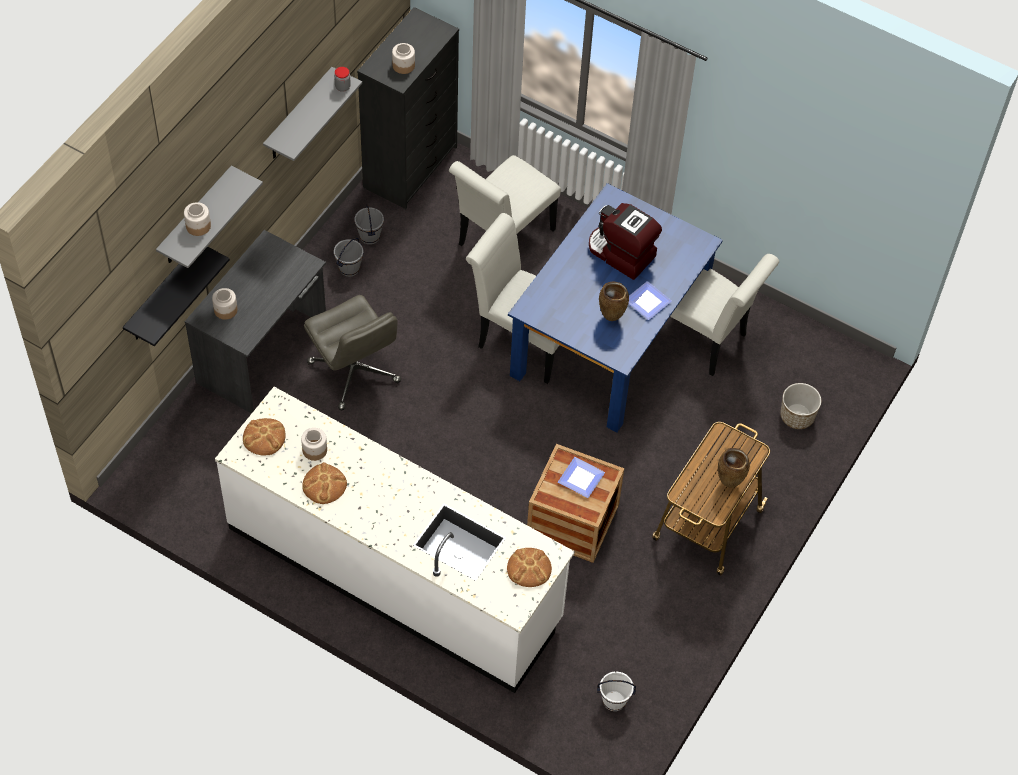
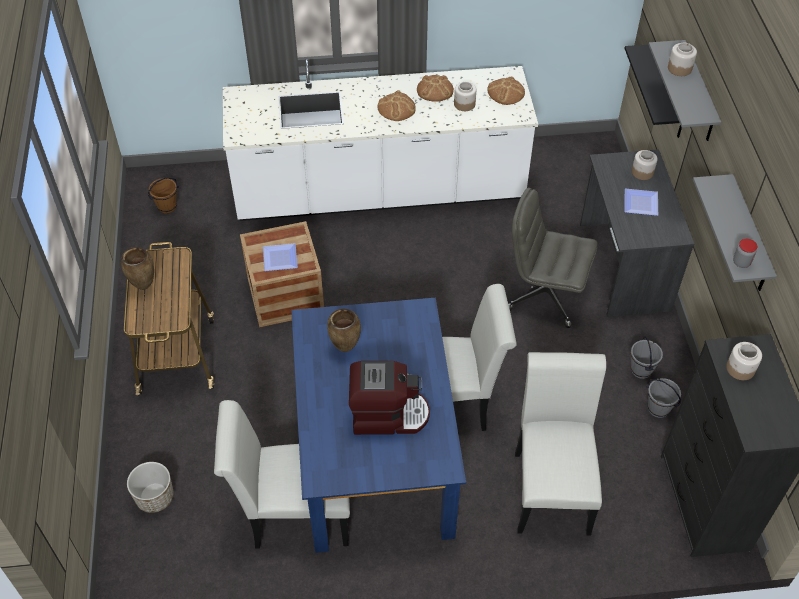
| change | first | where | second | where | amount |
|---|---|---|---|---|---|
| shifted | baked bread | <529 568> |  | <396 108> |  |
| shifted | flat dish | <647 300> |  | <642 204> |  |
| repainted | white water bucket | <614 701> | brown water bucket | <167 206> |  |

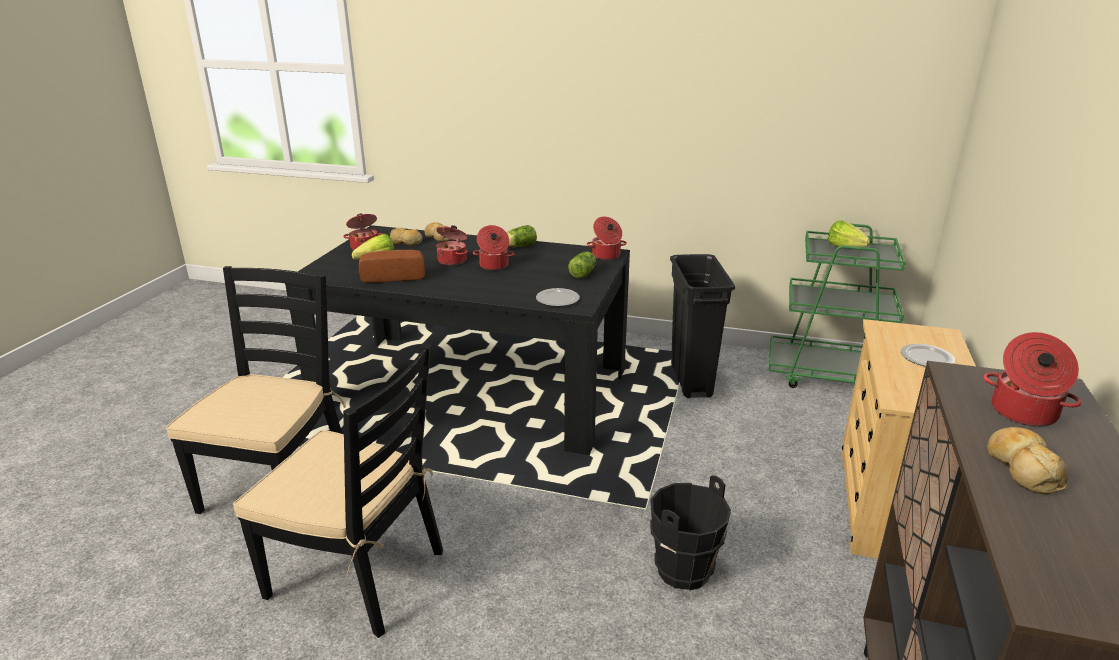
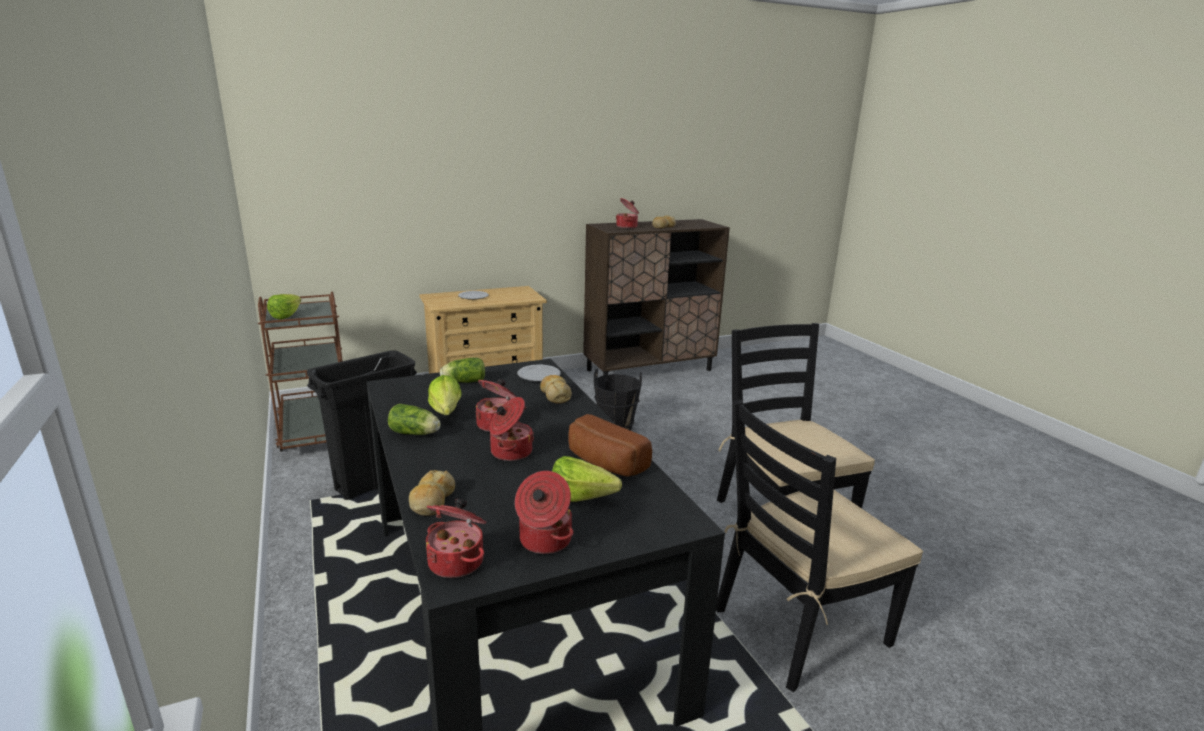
| change | first | where | second | where | amount |
|---|---|---|---|---|---|
| new |  |  | head of lettuce | <445 414> |  |
| shifted | baked bread | <406 242> |  | <555 395> |  |
| shifted | saucepot | <606 256> |  | <457 561> |  |
| repainted | greenish wheeled cart | <830 376> | brown wheeled cart | <315 430> |  |

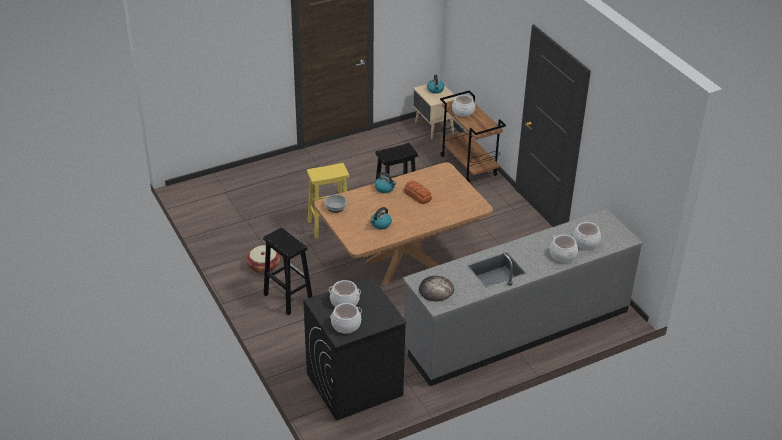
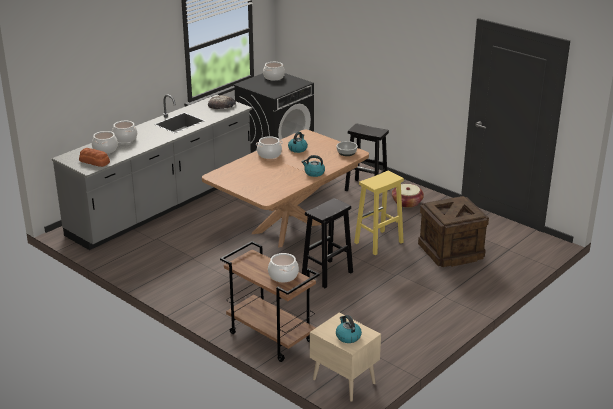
| change | first | where | second | where | amount |
|---|---|---|---|---|---|
| new |  |  | shipping crate | <451 252> |  |
| shifted | saucepot | <345 301> |  | <269 154> |  |
| shifted | baked bread | <417 195> |  | <94 161> |  |

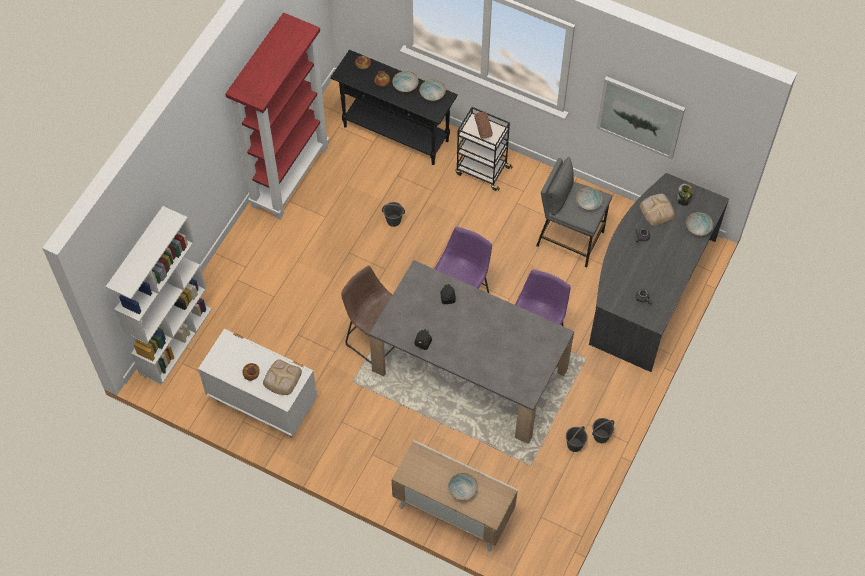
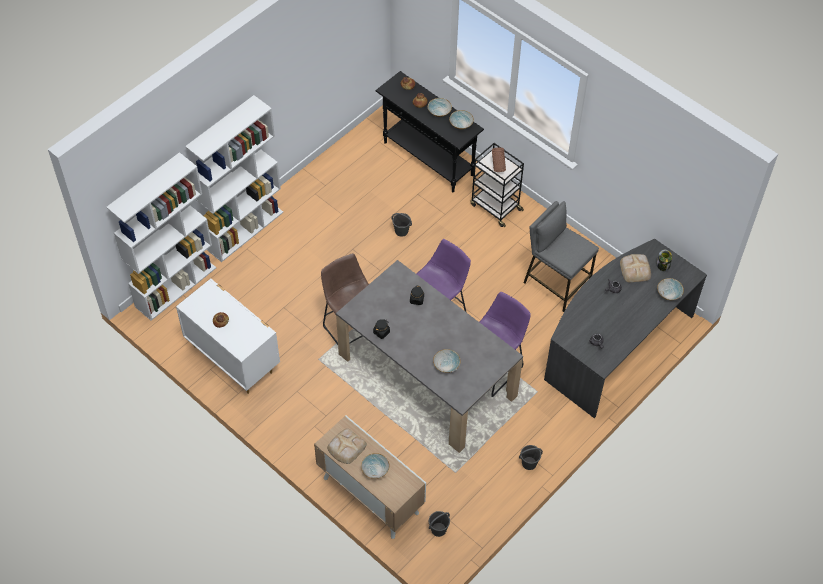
| change | first | where | second | where | amount |
|---|---|---|---|---|---|
| gone | reddish bookcase | <290 176> |  |  |  |
| gone | wall art | <640 117> |  |  |  |
| new |  |  | white bookcase | <244 230> |  |
| shifted | baked bread | <281 379> |  | <346 447> |  |
| shifted | gray water bucket | <574 445> |  | <438 529> |  |
| shifted | deep dish | <588 203> |  | <446 365> |  |

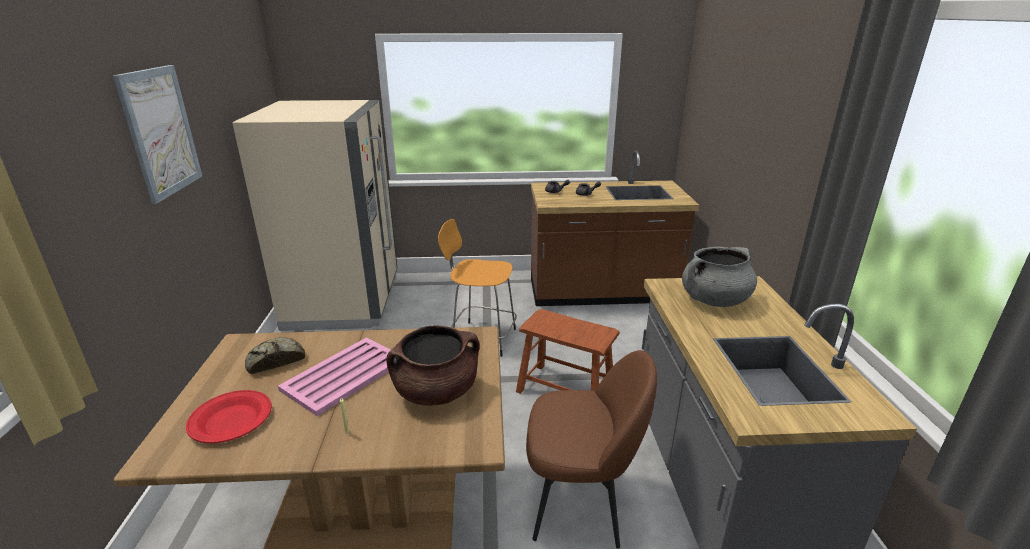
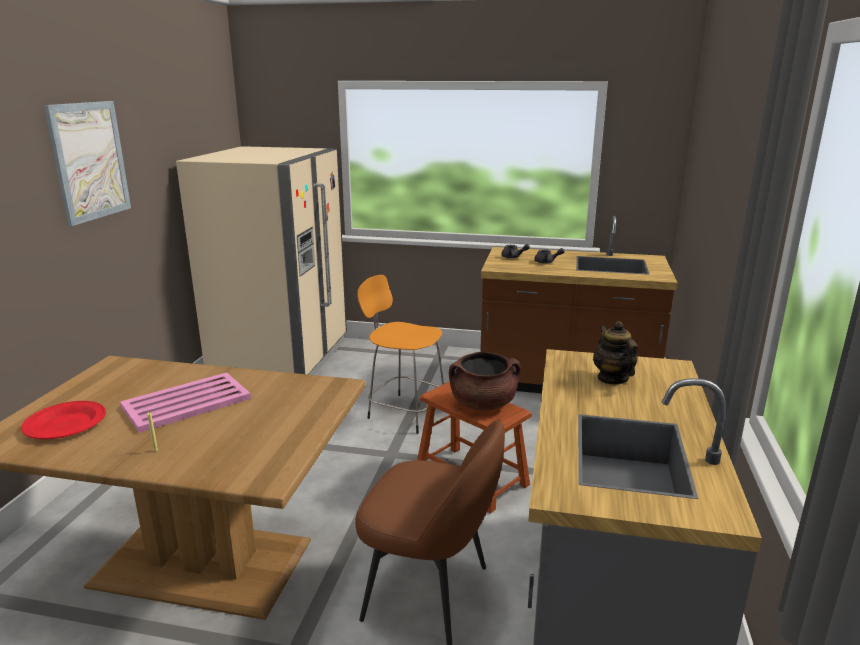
| change | first | where | second | where | amount |
|---|---|---|---|---|---|
| gone | baked bread | <275 360> |  |  |  |
| shifted | brown saucepot | <436 392> |  | <483 404> |  |
| swapped | gray saucepot | <714 300> | teapot | <612 378> |  |

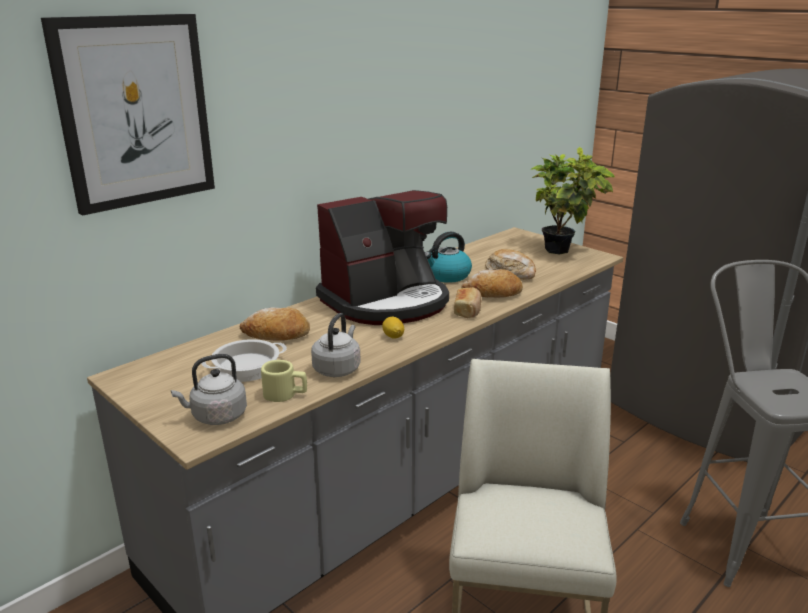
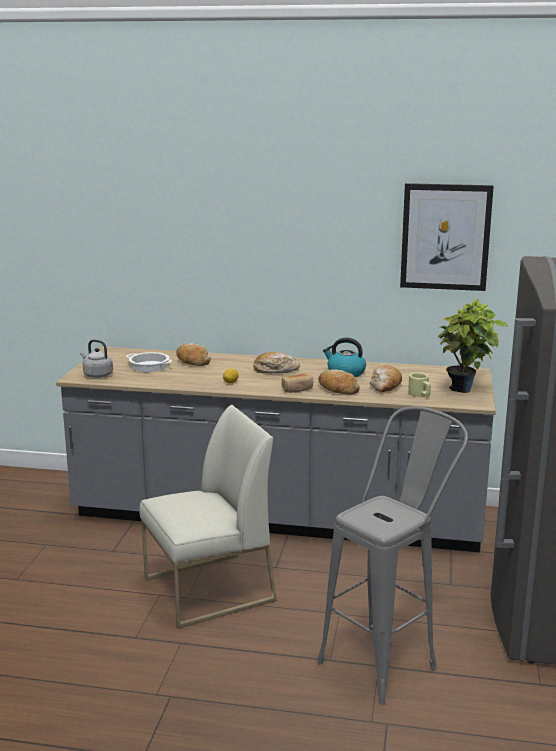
| change | first | where | second | where | amount |
|---|---|---|---|---|---|
| gone | gray tea kettle | <338 368> |  |  |  |
| shifted | wall art | <135 112> |  | <445 237> |  |
| shifted | beige-coloured mug | <285 394> |  | <420 395> |  |
| swapped | coffee brewer | <386 302> | baked bread | <275 370> |  |

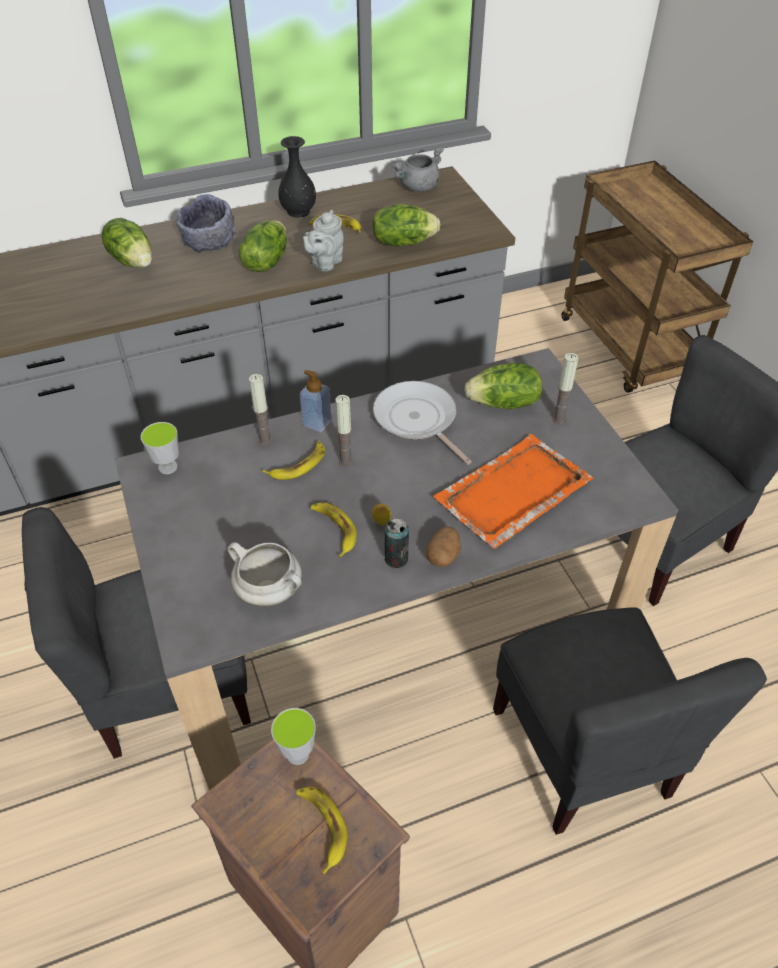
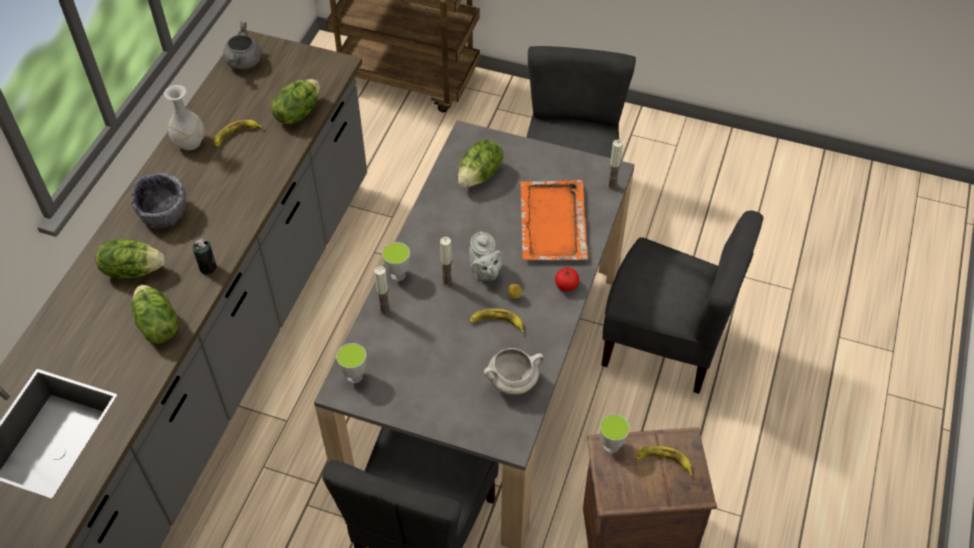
| change | first | where | second | where | amount |
|---|---|---|---|---|---|
| gone | whole banana | <298 464> |  |  |  |
| gone | skillet | <417 420> |  |  |  |
| shifted | head of lettuce | <266 262> |  | <157 325> |  |
| shifted | gray teapot | <324 263> |  | <485 272> |  |
| shifted | metal can | <396 559> |  | <208 268> |  |
| shifted | wax light | <559 419> |  | <612 186> |  |
| swapped | soap dispenser | <317 423> | drinking cup | <398 275> |  |
| swapped | spud | <443 556> | fresh tomato | <566 285> |  |
| repainted | black flower vase | <298 211> | white flower vase | <189 143> |  |

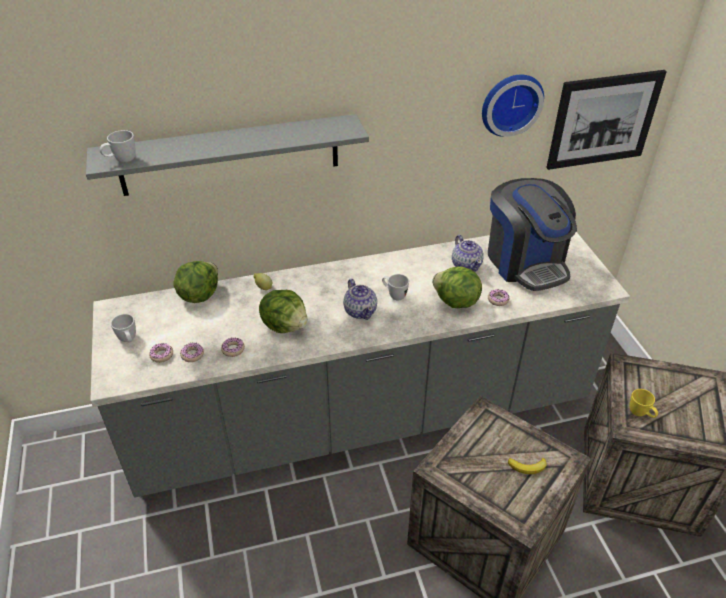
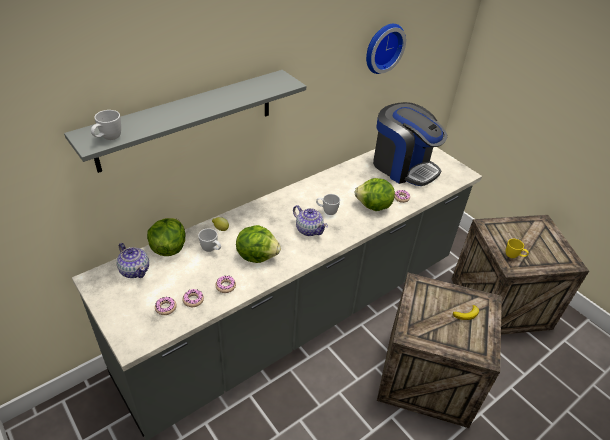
| change | first | where | second | where | amount |
|---|---|---|---|---|---|
| gone | wall art | <603 120> |  |  |  |
| shifted | white mug | <128 340> |  | <211 250> |  |
| shifted | teapot | <466 265> |  | <135 270> |  |

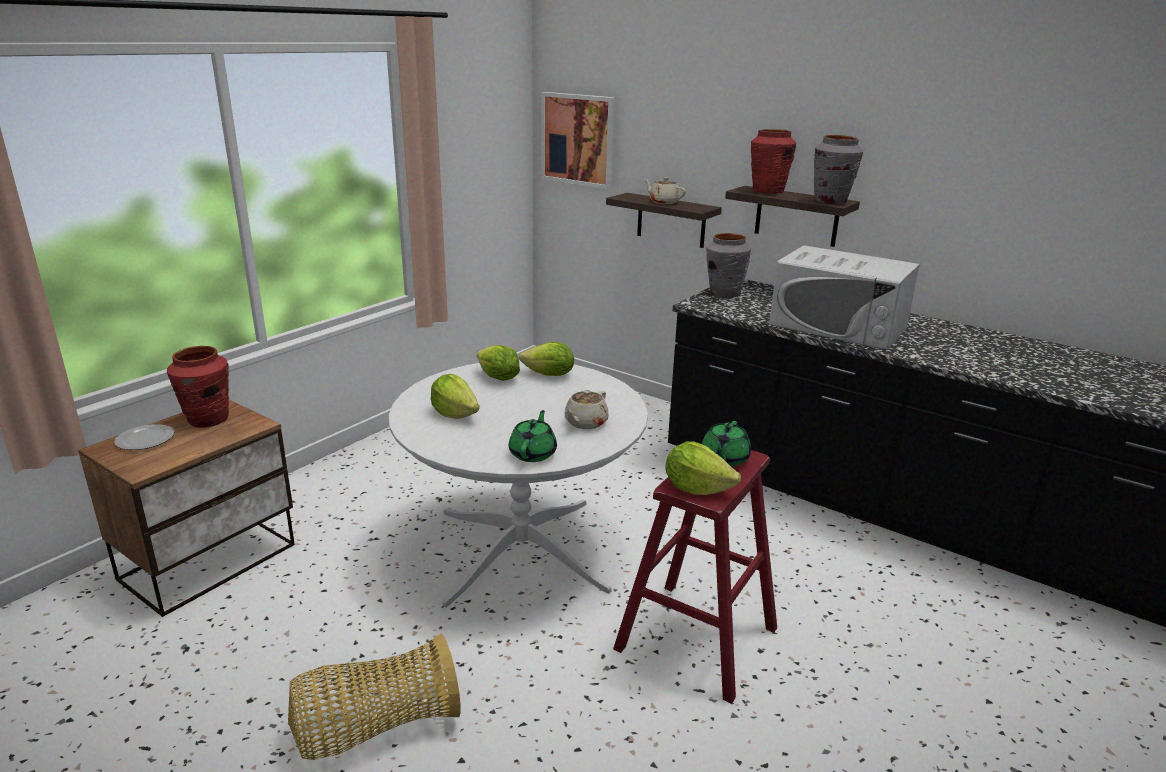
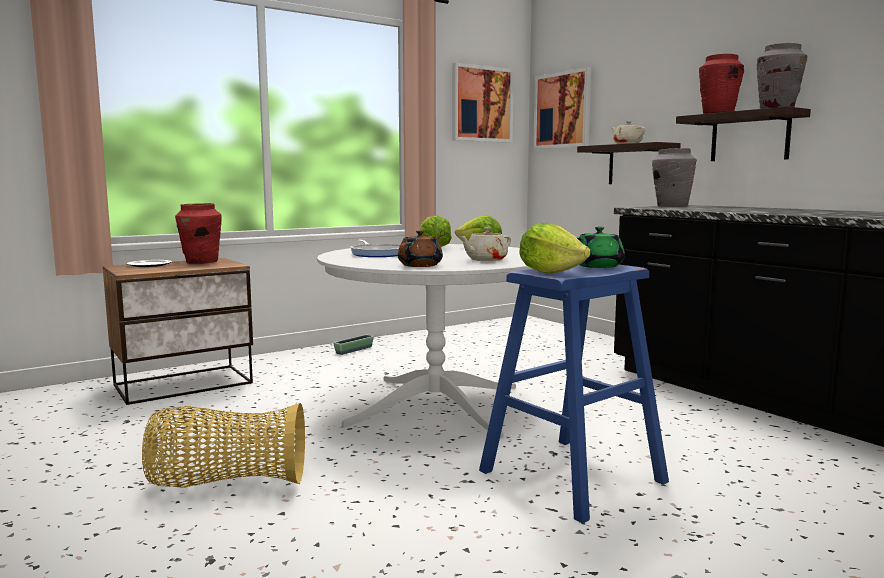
| change | first | where | second | where | amount |
|---|---|---|---|---|---|
| gone | white microwave oven | <838 326> |  |  |  |
| new |  |  | flower pot | <354 350> |  |
| new |  |  | wall art | <481 104> |  |
| swapped | head of lettuce | <455 414> | skillet | <377 254> |  |
| repainted | greenish teapot | <533 453> | brown teapot | <421 265> |  |
| repainted | reddish sitting stool | <696 639> | bluish sitting stool | <572 476> |  |

